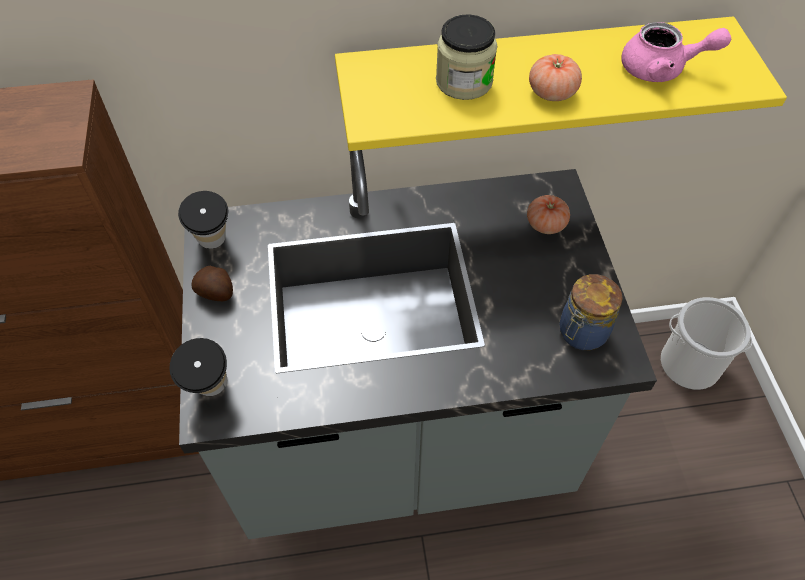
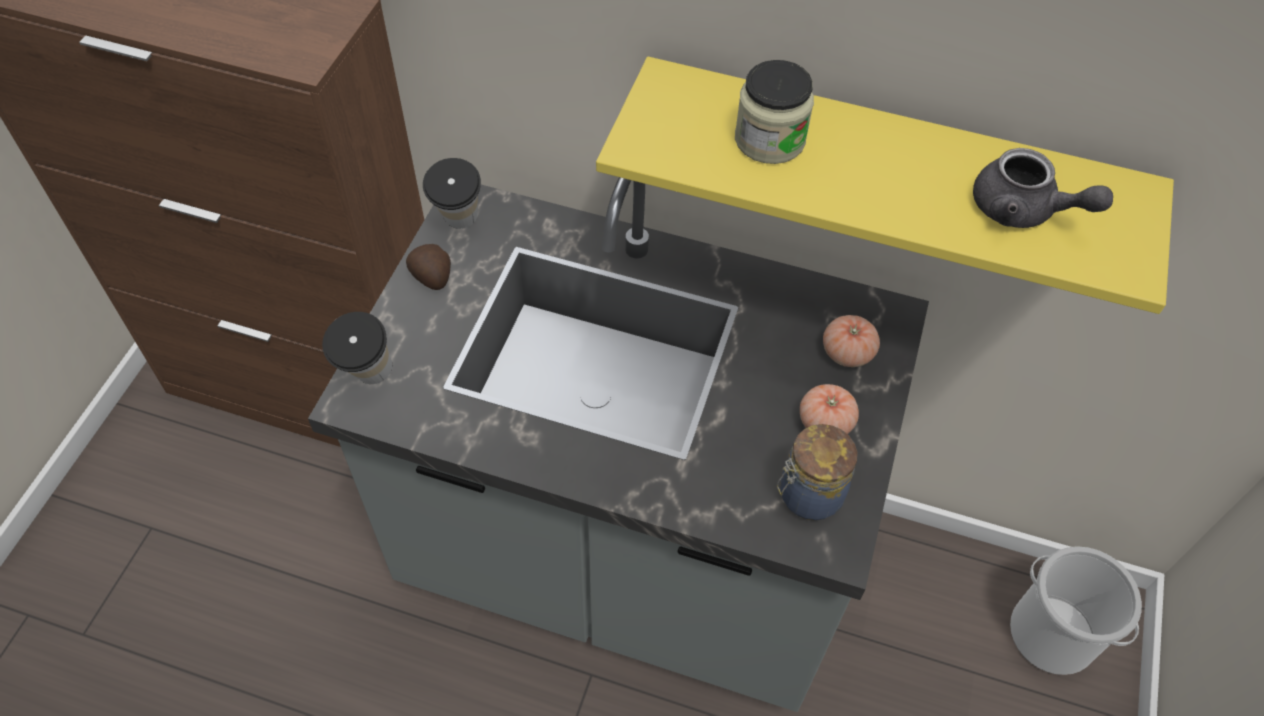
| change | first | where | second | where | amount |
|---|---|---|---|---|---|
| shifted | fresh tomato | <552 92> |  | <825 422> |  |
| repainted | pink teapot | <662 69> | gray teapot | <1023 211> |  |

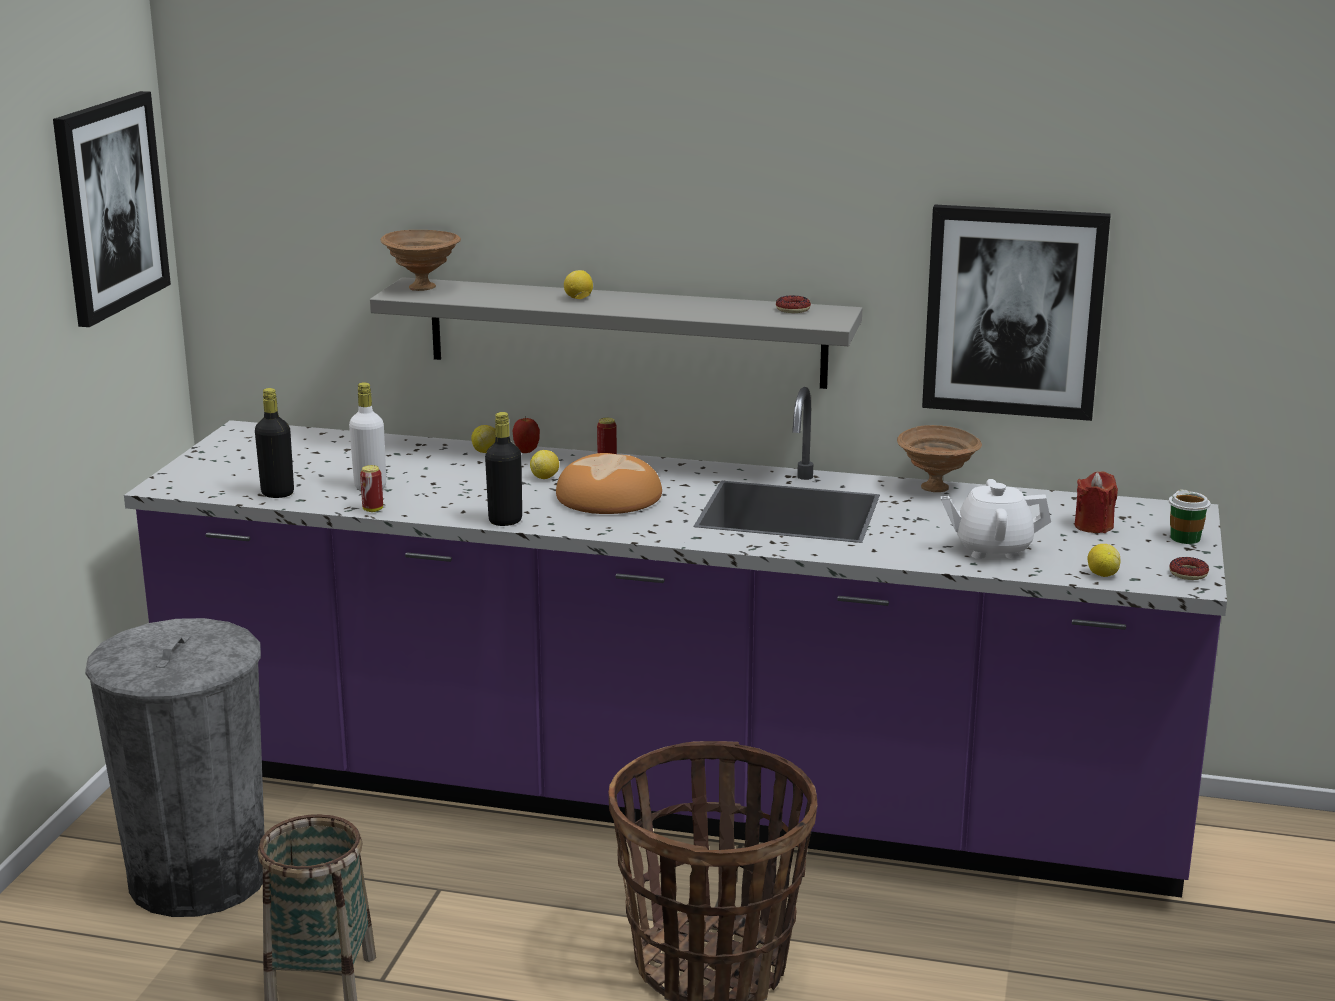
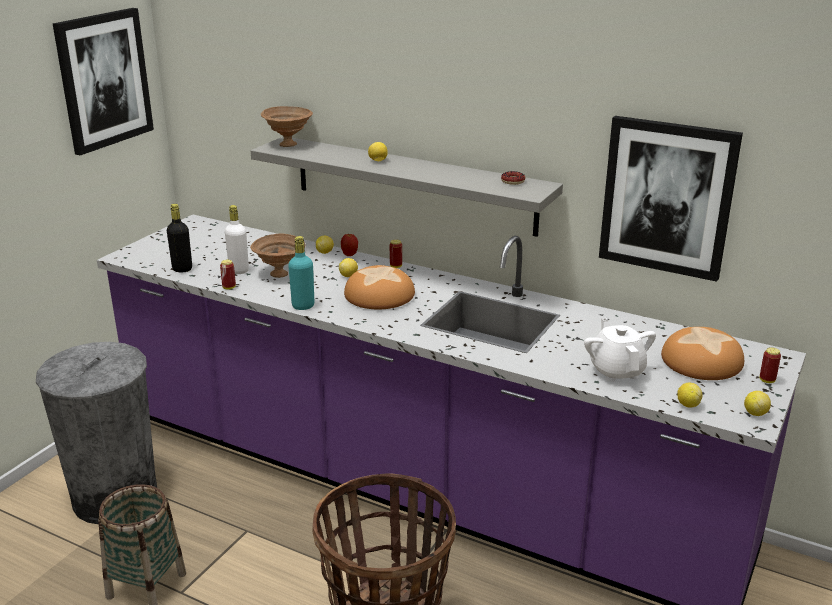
| change | first | where | second | where | amount |
|---|---|---|---|---|---|
| shifted | brown deep dish | <937 488> |  | <280 274> |  |
| swapped | reddish wax light | <1093 526> | baked bread | <701 360> |  |
| swapped | drinking cup | <1185 538> | metal can | <767 380> |  |
| swapped | doughnut | <1188 574> | citrus fruit | <755 413> |  |
| repainted | black beverage bottle | <505 521> | turquoise beverage bottle | <303 306> |  |
| rotated | white teapot | <992 549> |  | <616 371> | 60 degrees clockwise |

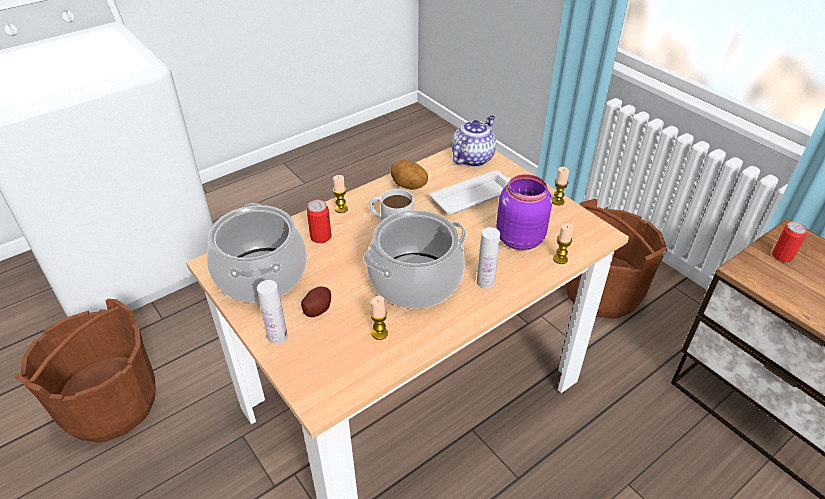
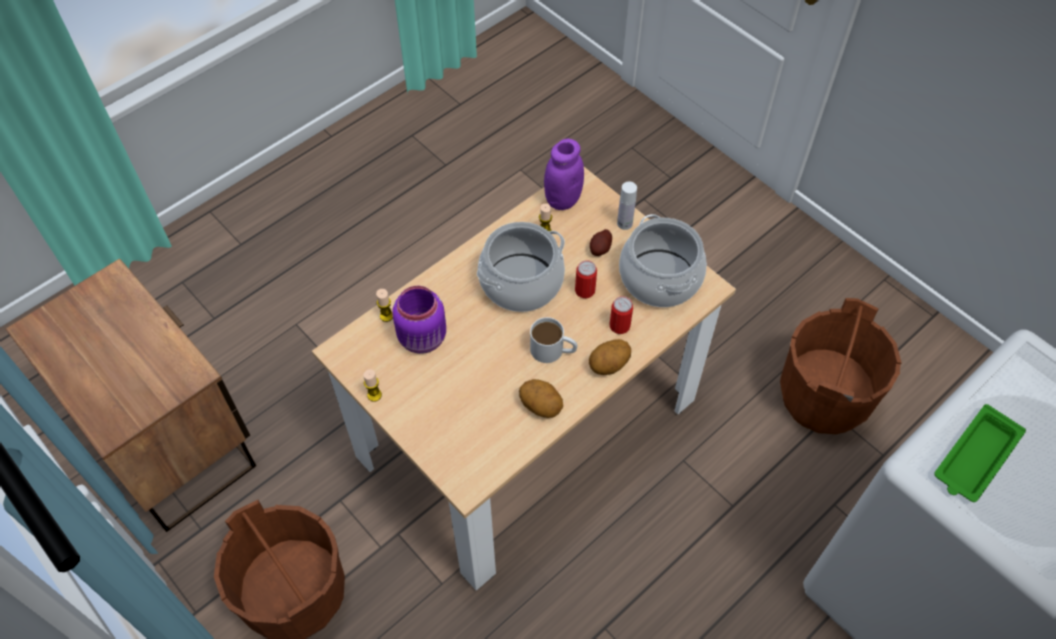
| change | first | where | second | where | amount |
|---|---|---|---|---|---|
| gone | white carrying tray | <474 197> |  |  |  |
| gone | teapot | <472 158> |  |  |  |
| gone | white beverage bottle | <485 282> |  |  |  |
| new |  |  | purplish jar | <562 200> |  |
| new |  |  | greenish carrying tray | <975 458> |  |
| shifted | metal can | <782 256> |  | <585 290> |  |
| swapped | wax light | <341 209> | spud | <609 365> |  |

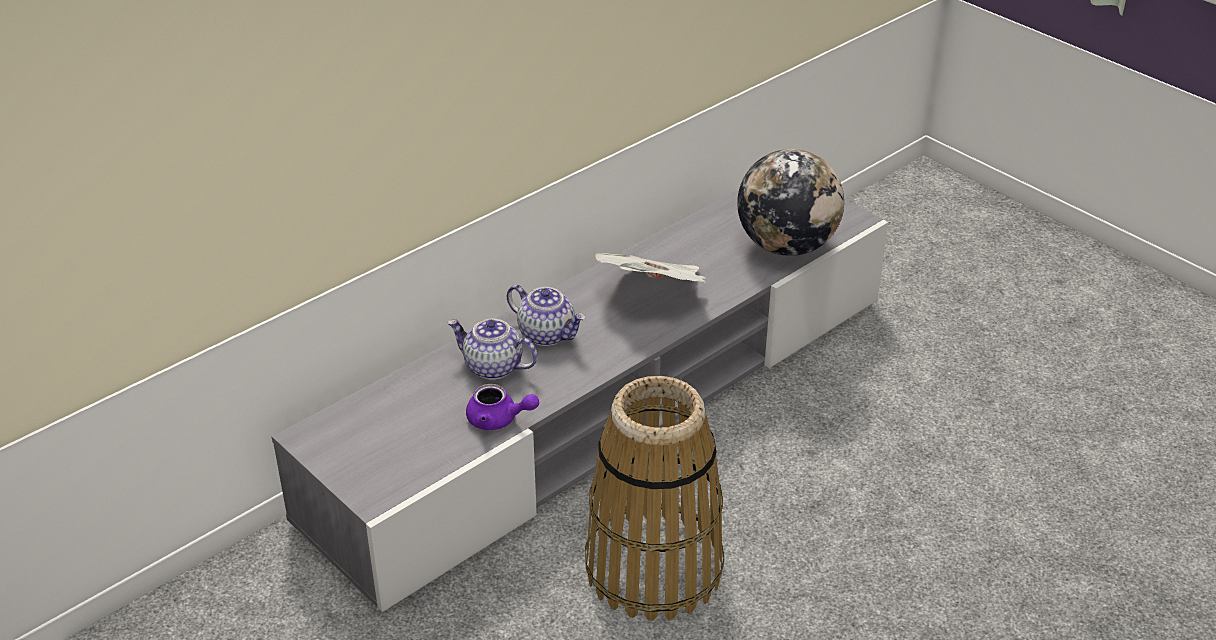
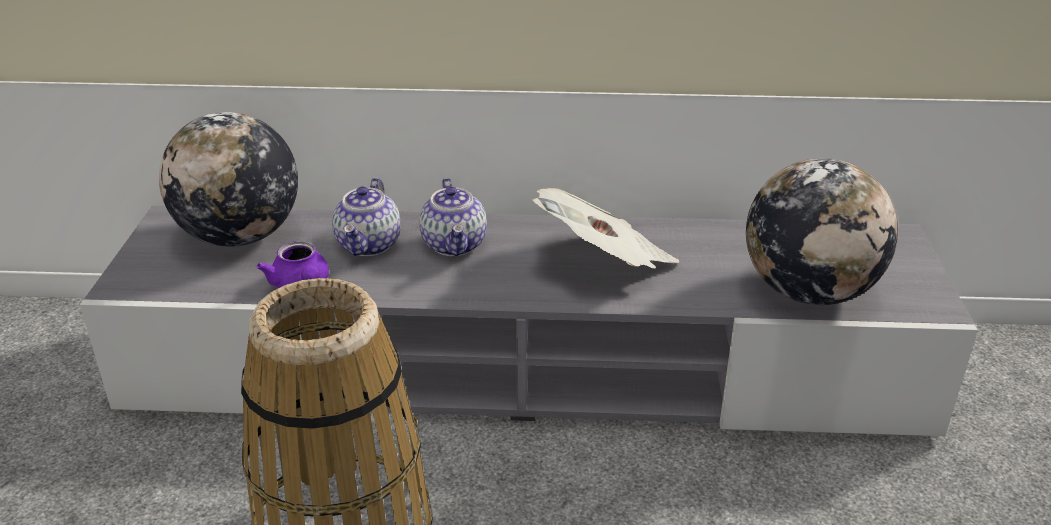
| change | first | where | second | where | amount |
|---|---|---|---|---|---|
| new |  |  | world globe | <240 237> |  |
| rotated | teapot | <492 367> |  | <369 245> | 150 degrees counterclockwise |

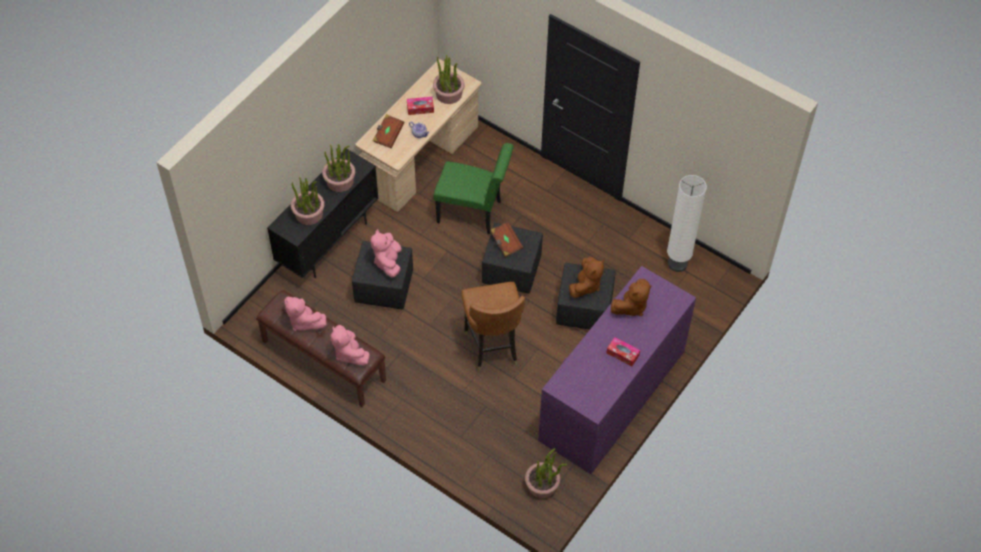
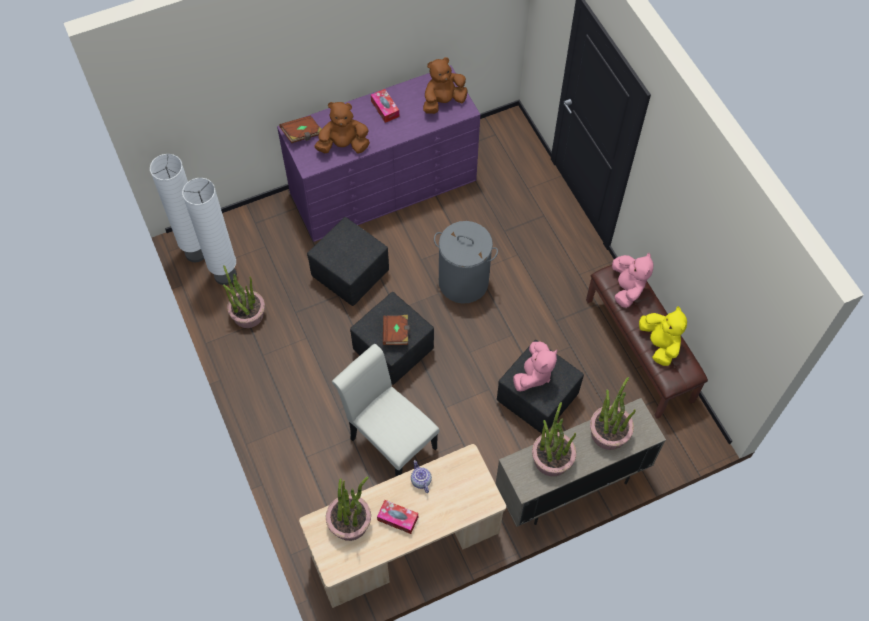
| change | first | where | second | where | amount |
|---|---|---|---|---|---|
| new |  |  | white floor lamp | <196 253> |  |
| shifted | brown volume | <388 135> |  | <302 134> |  |
| shifted | plant in a pot | <542 485> |  | <248 314> |  |
| shifted | brown plush toy | <586 285> |  | <443 102> |  |
| swapped | brown upright chair | <492 347> | gray hamper | <463 282> |  |
| repainted | black cupboard | <328 242> | beige-coloured cupboard | <570 486> |  |
| repainted | pink plush toy | <303 321> | yellow-coloured plush toy | <659 344> |  |
| repainted | greenish upright chair | <474 213> | white upright chair | <389 439> |  |

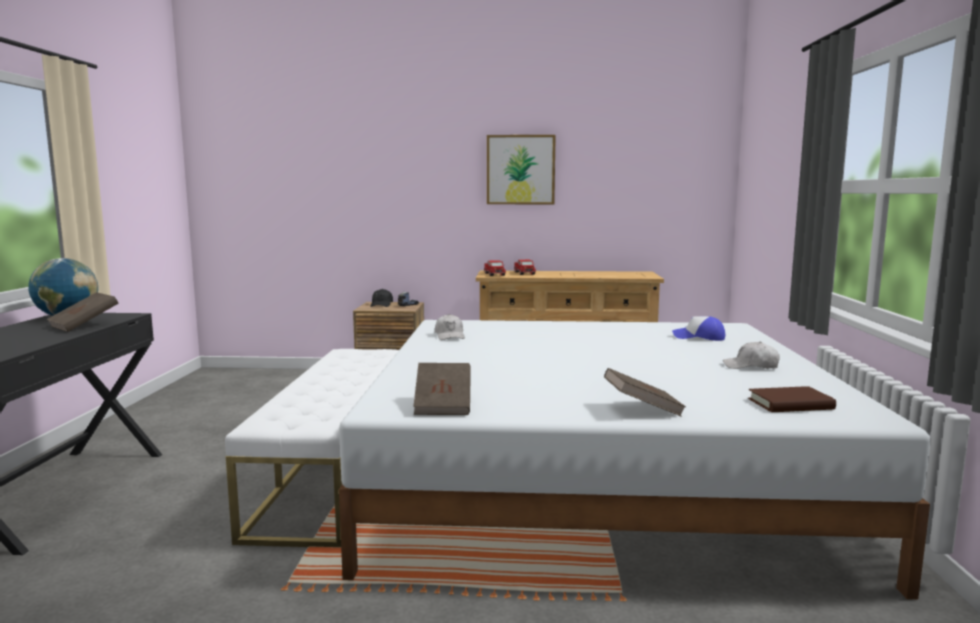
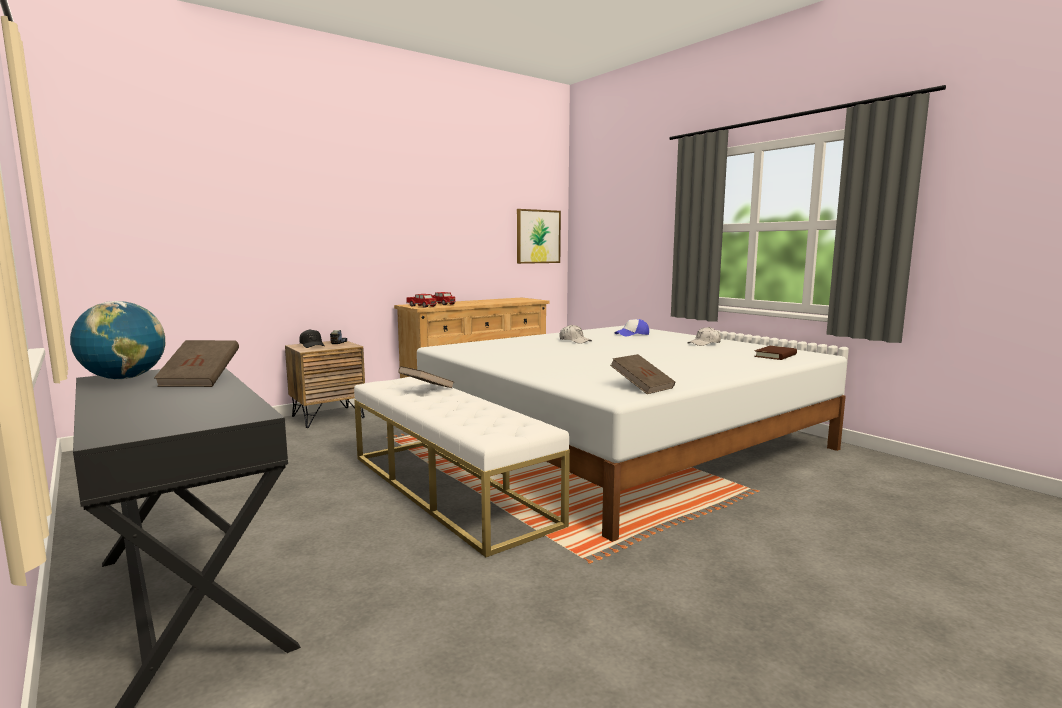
| change | first | where | second | where | amount |
|---|---|---|---|---|---|
| shifted | white cap | <450 336> |  | <574 341> |  |
| shifted | wall art | <520 170> |  | <538 236> |  |
| shifted | brown volume | <642 409> |  | <426 389> |  |

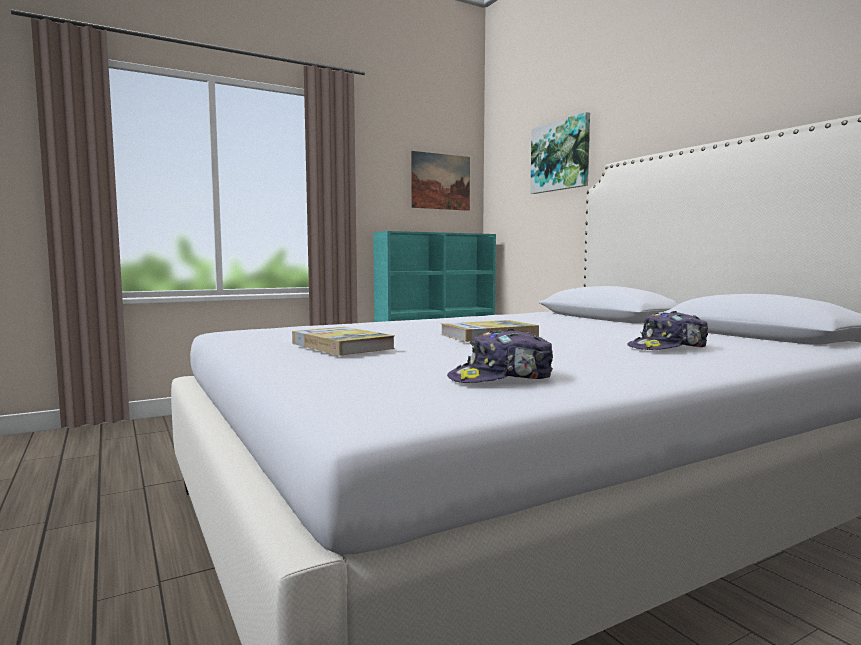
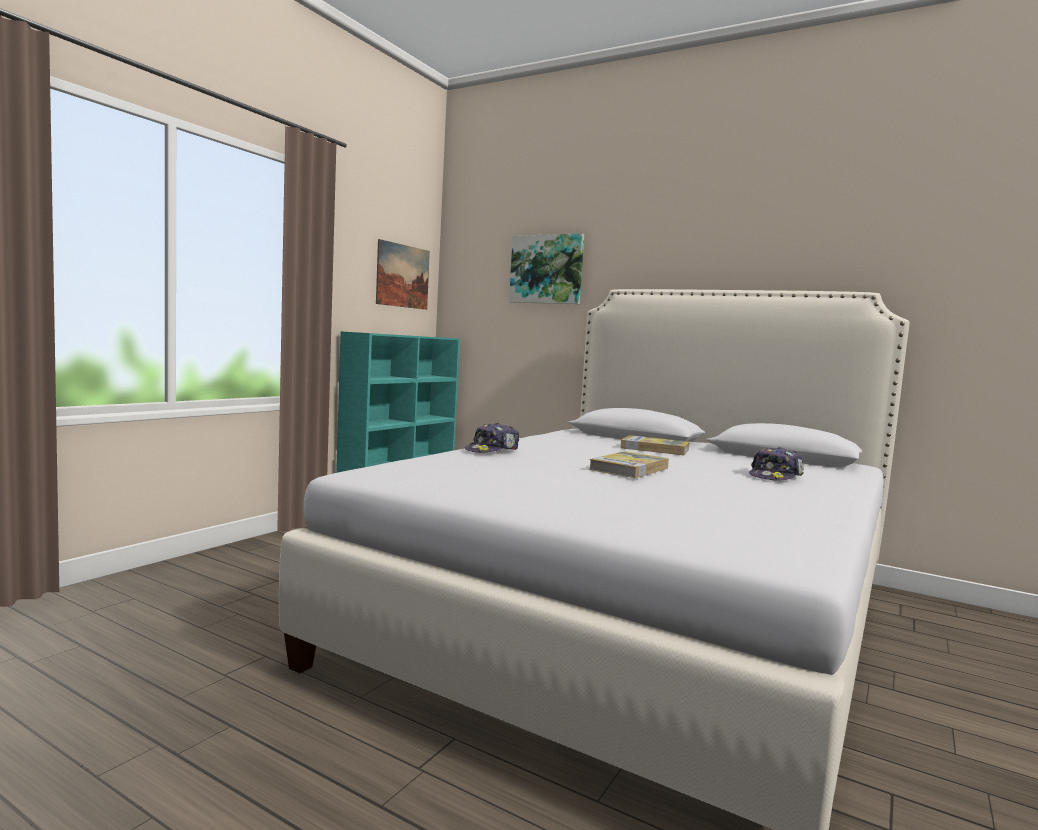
| change | first | where | second | where | amount |
|---|---|---|---|---|---|
| shifted | volume | <341 346> |  | <655 449> |  |
| shifted | cap | <502 378> |  | <492 450> |  |

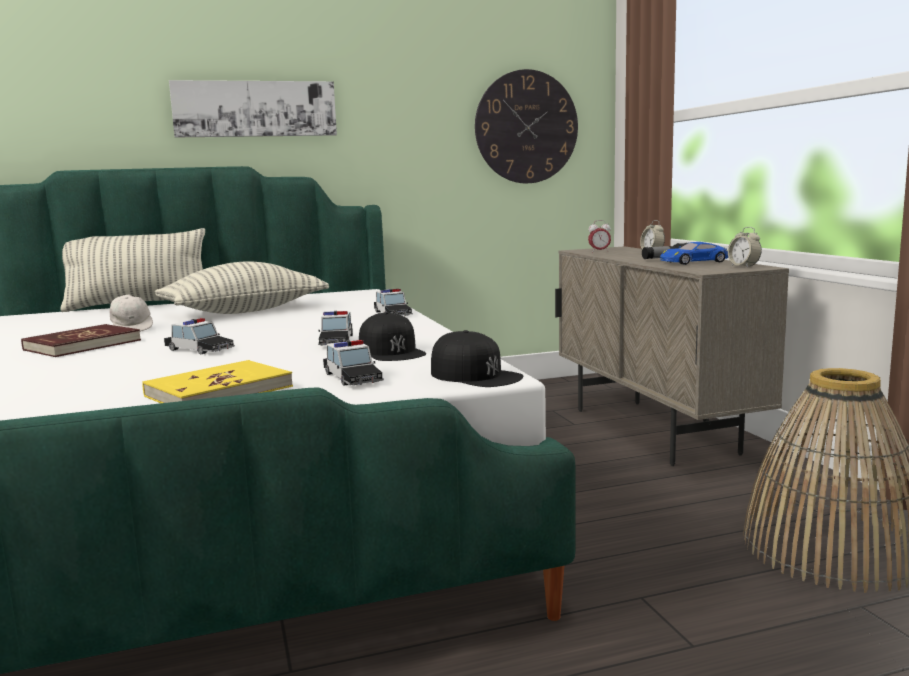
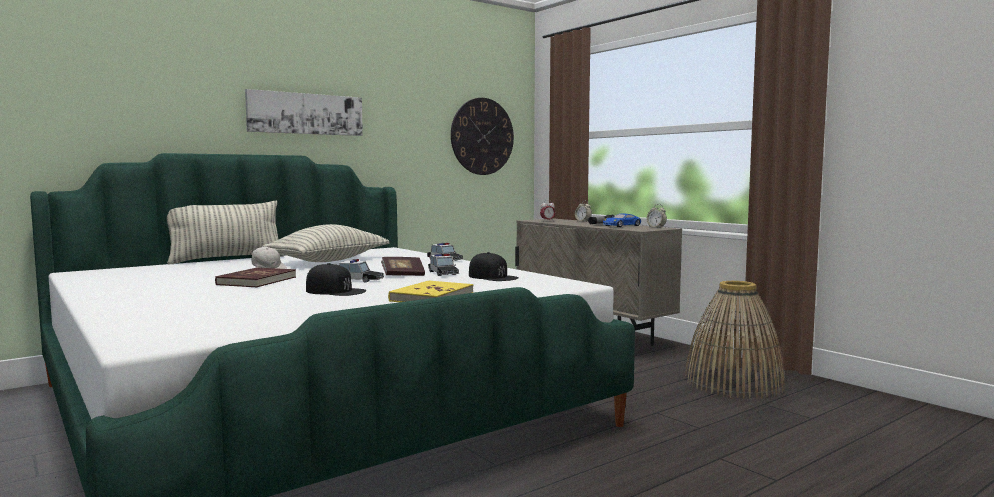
| change | first | where | second | where | amount |
|---|---|---|---|---|---|
| gone | model car | <352 378> |  |  |  |
| new |  |  | volume | <403 275> |  |
| shifted | black cap | <475 375> |  | <335 291> |  |

